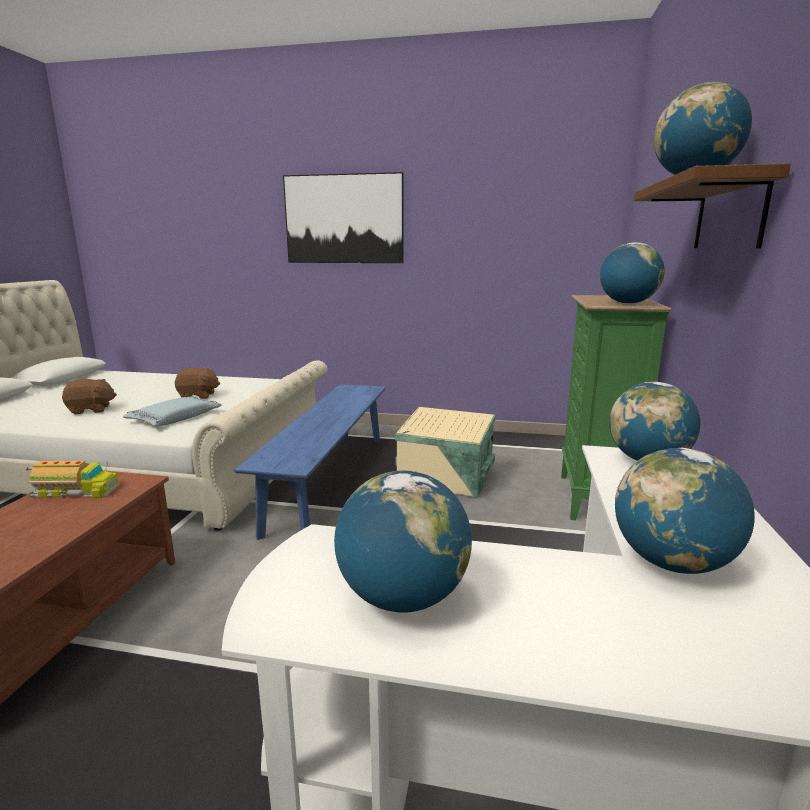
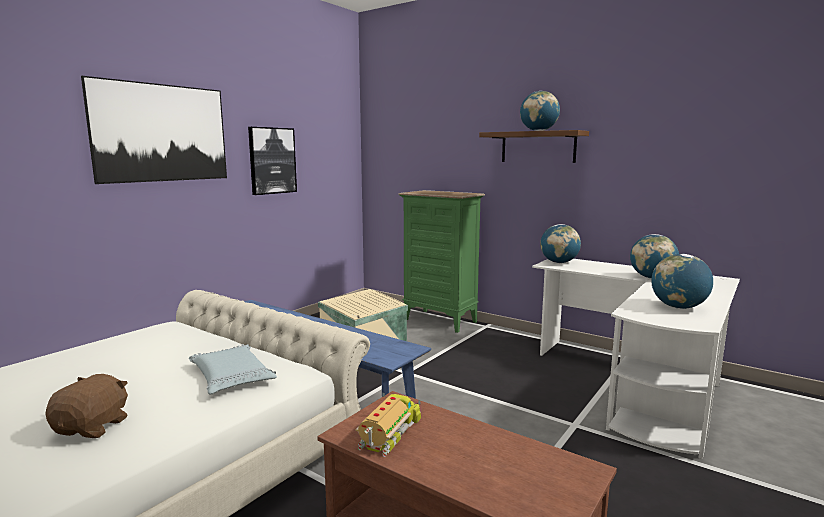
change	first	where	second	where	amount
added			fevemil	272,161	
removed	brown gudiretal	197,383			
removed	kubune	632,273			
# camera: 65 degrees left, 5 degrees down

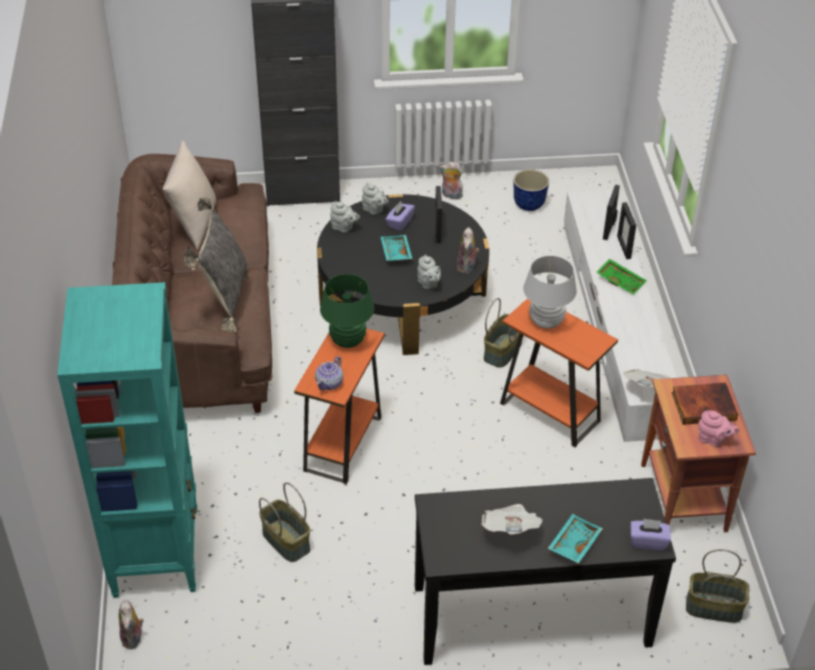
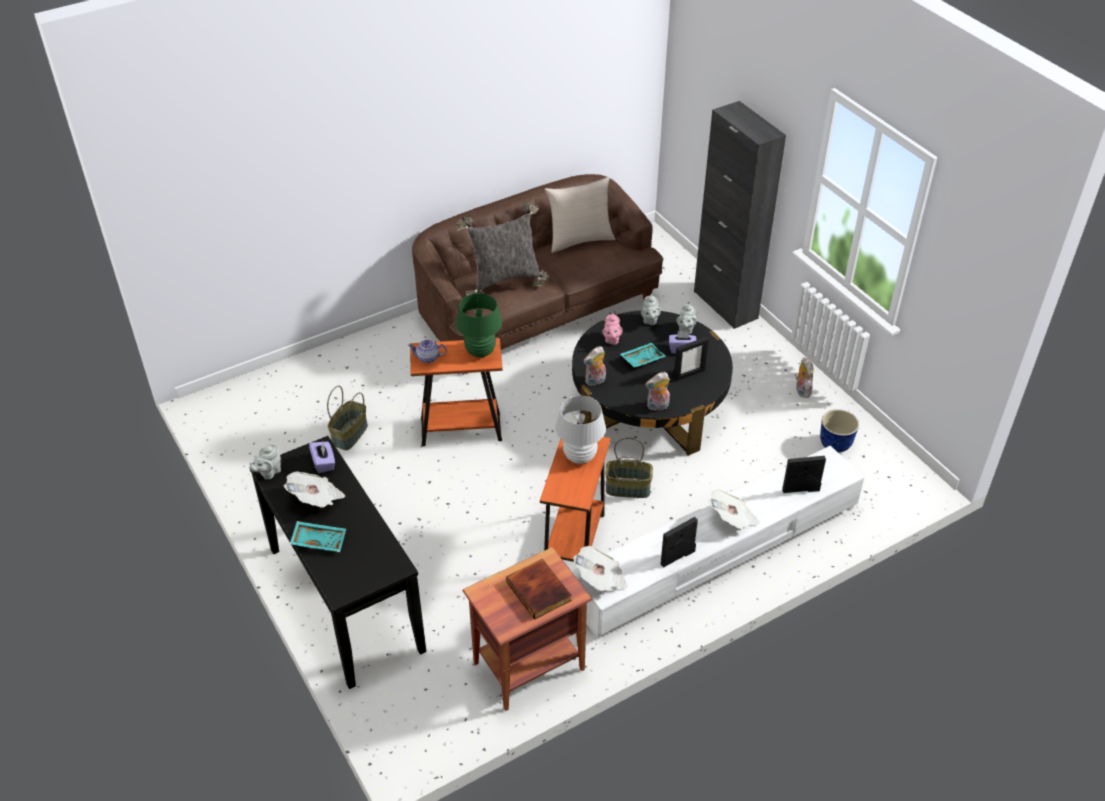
change	first	where	second	where	amount
moved	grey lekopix	429,272		265,462	
moved	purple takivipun	651,535		322,457	
moved	gudiretal	131,624		594,366	
moved	pink lekopix	718,428		612,329	
moved	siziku	626,230		679,542	
replaced	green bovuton	621,277	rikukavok	734,509	
removed	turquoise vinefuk	127,440			
removed	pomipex	717,586			
# camera: 65 degrees right, 0 degrees up

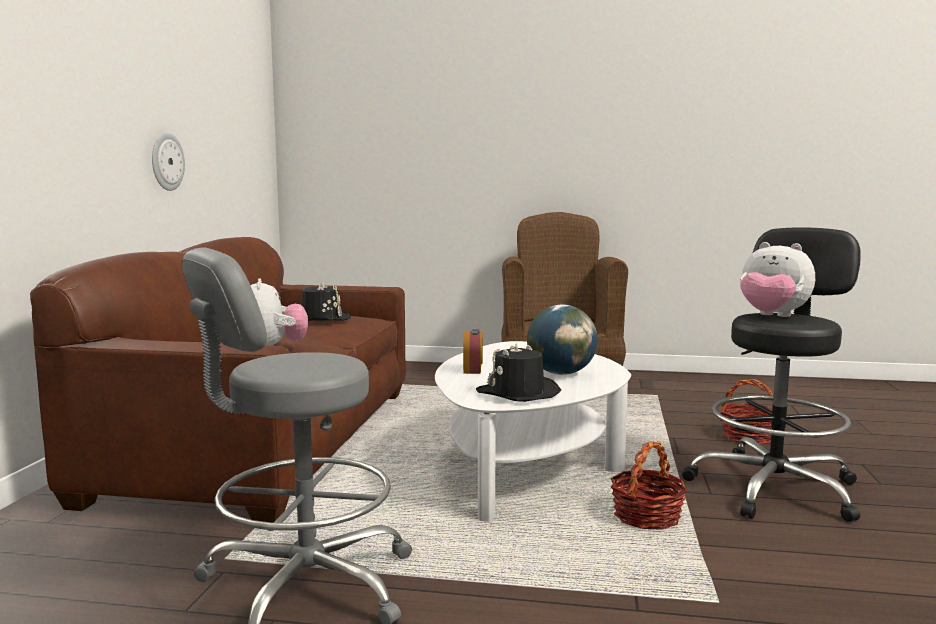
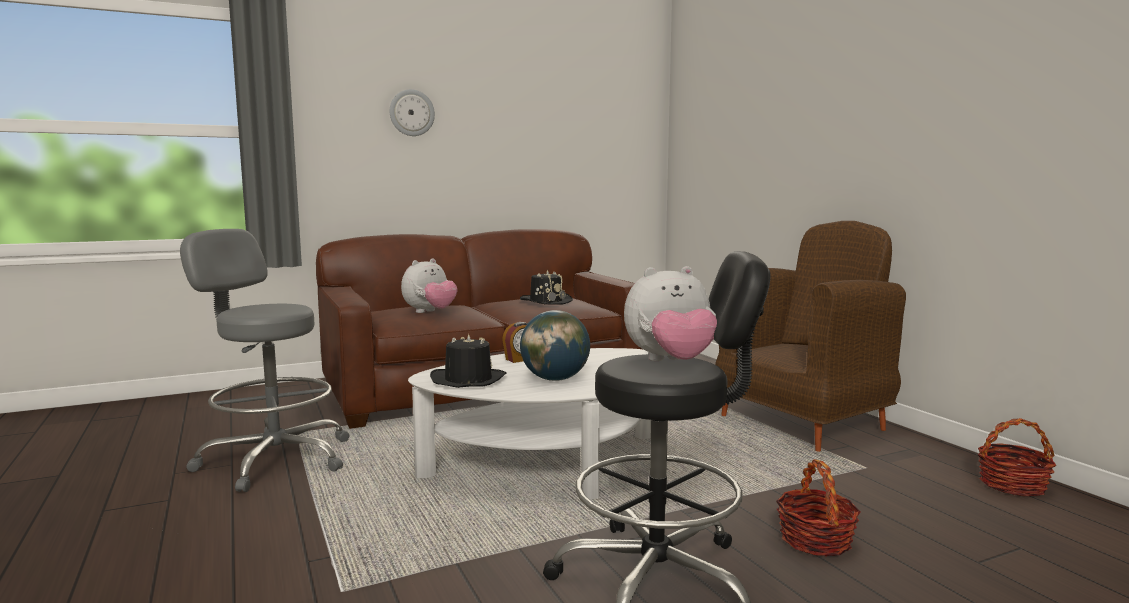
change	first	where	second	where	amount
moved	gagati	168,162		412,112	
turned	gudiretal	777,279		670,313	105 degrees counterclockwise
moved	pomipex	649,485		1017,457	
# camera: 55 degrees right, 0 degrees up

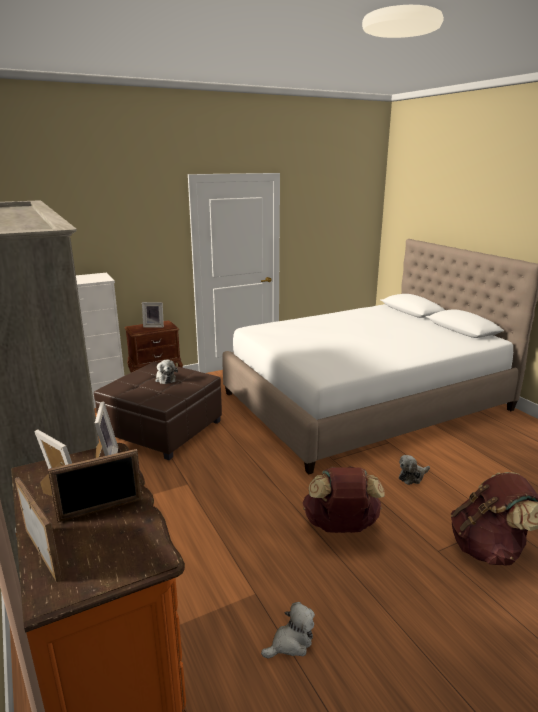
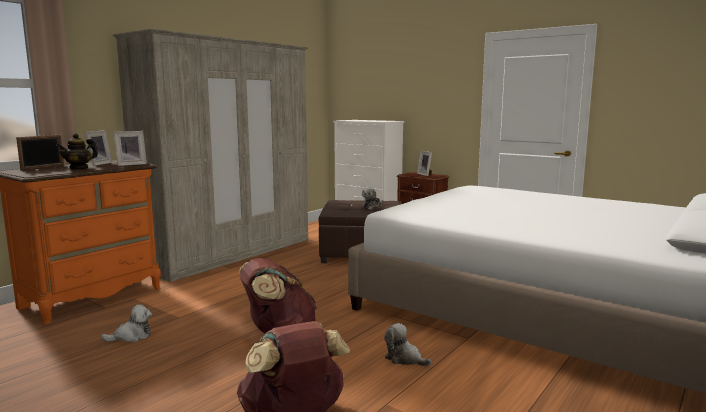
change	first	where	second	where	amount
replaced	siziku	95,485	lekopix	77,151	
turned	gudiretal	288,630		126,323	60 degrees counterclockwise
# camera: 65 degrees right, 10 degrees down

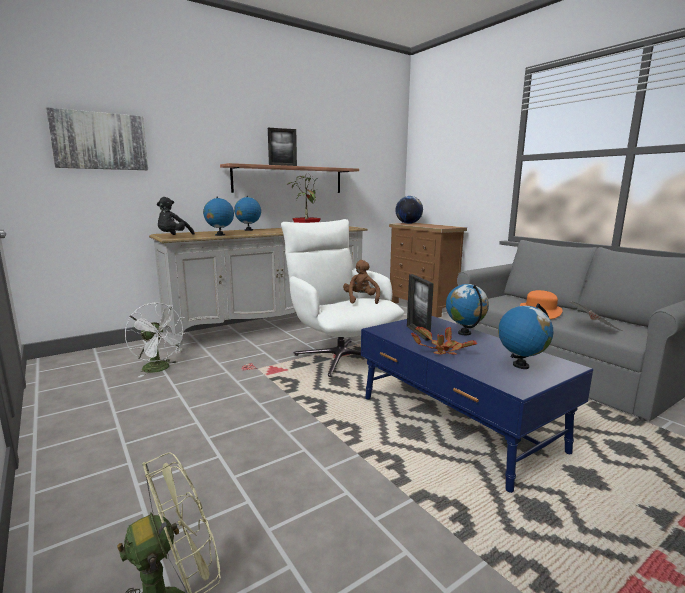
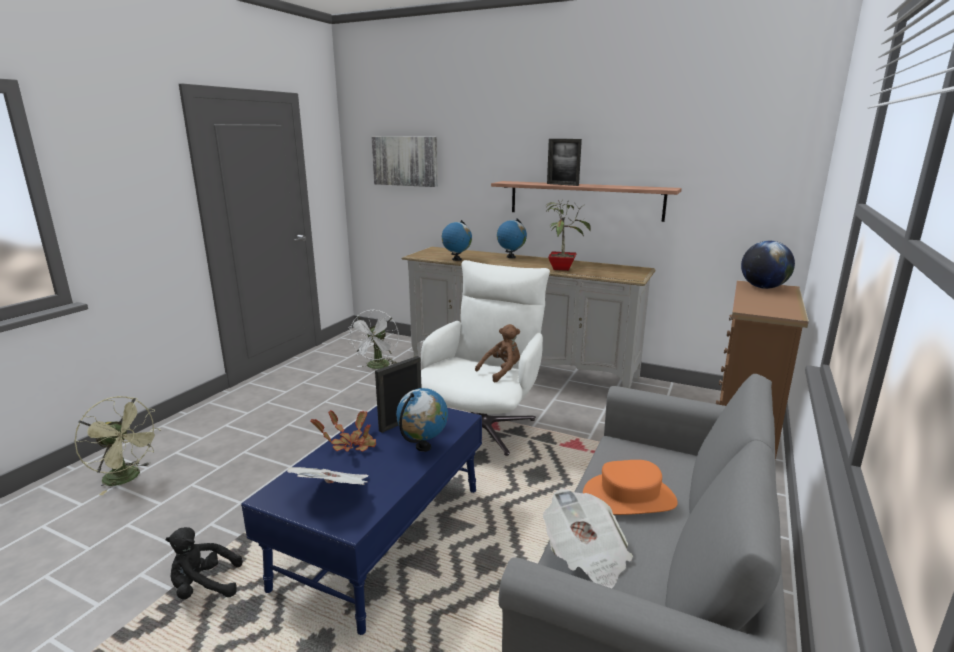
change	first	where	second	where	amount
moved	black gudiretal	176,216		204,563	
replaced	kubune	526,336	rikukavok	328,476	
# camera: 60 degrees right, 5 degrees up

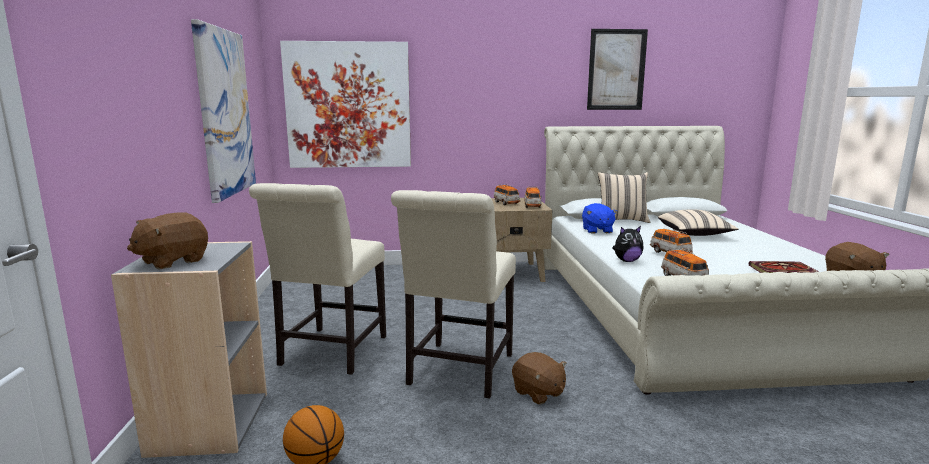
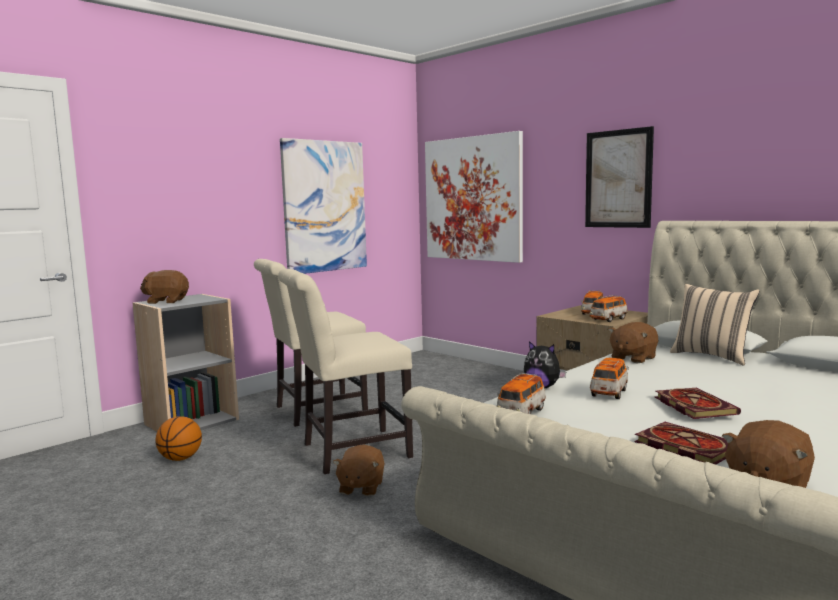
change	first	where	second	where	amount
moved	fevemil	617,69		619,177	
recoloured	blue gudiretal	600,218	brown gudiretal	633,343	
added			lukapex	698,403	
removed	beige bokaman	698,223			
# camera: 50 degrees right, 5 degrees down

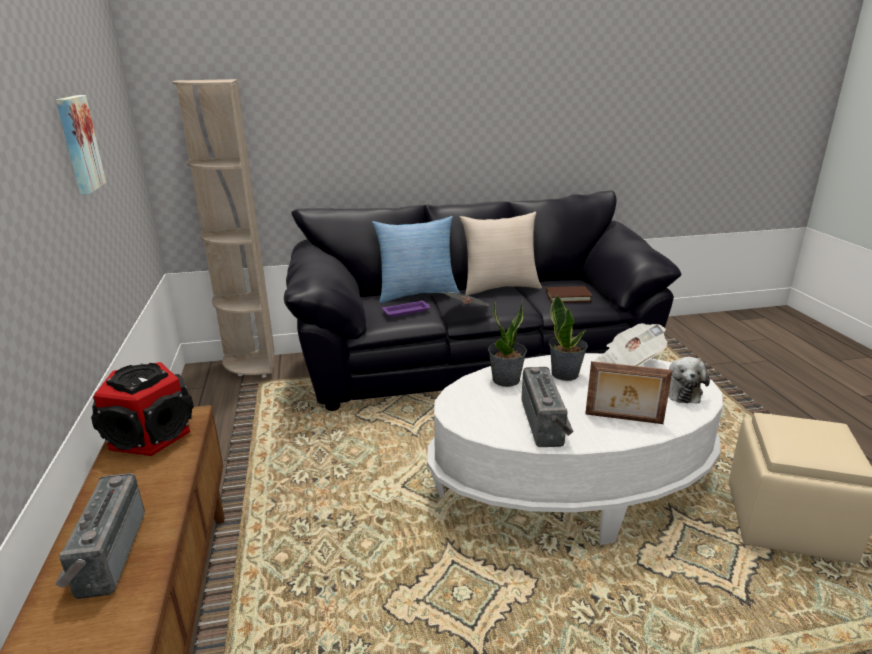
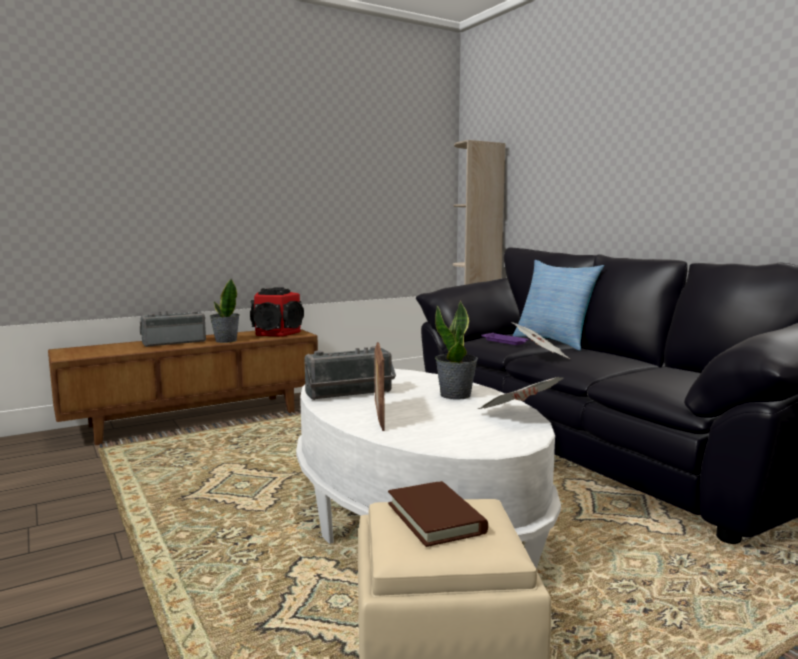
change	first	where	second	where	amount
moved	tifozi	507,343		225,311	
moved	brown lukapex	569,294		438,514	
removed	fevemil	81,145			
removed	beige bokaman	501,253			
removed	gudiretal	689,380			
# camera: 70 degrees right, 15 degrees down

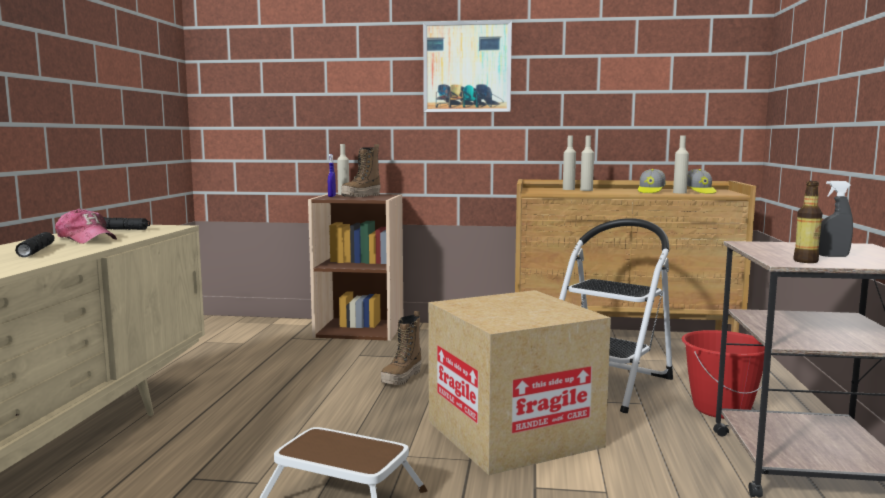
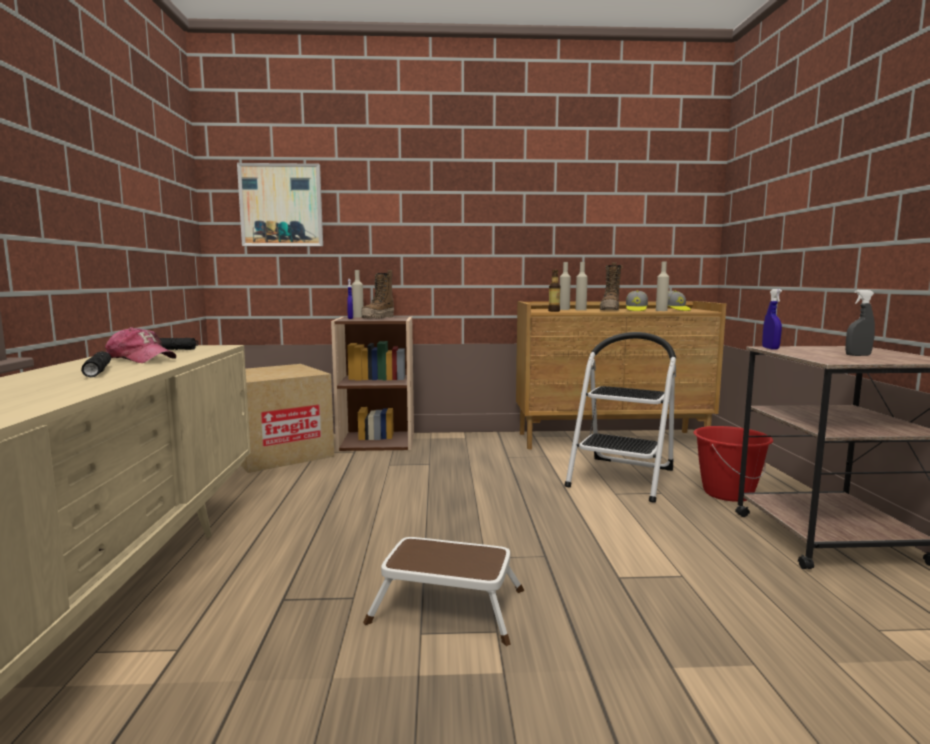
change	first	where	second	where	amount
moved	fevemil	467,66		280,204	
moved	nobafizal	519,382		287,418	
moved	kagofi	807,222		554,291	
moved	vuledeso	401,348		611,286	
added			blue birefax	772,319	
# camera: 10 degrees left, 0 degrees up

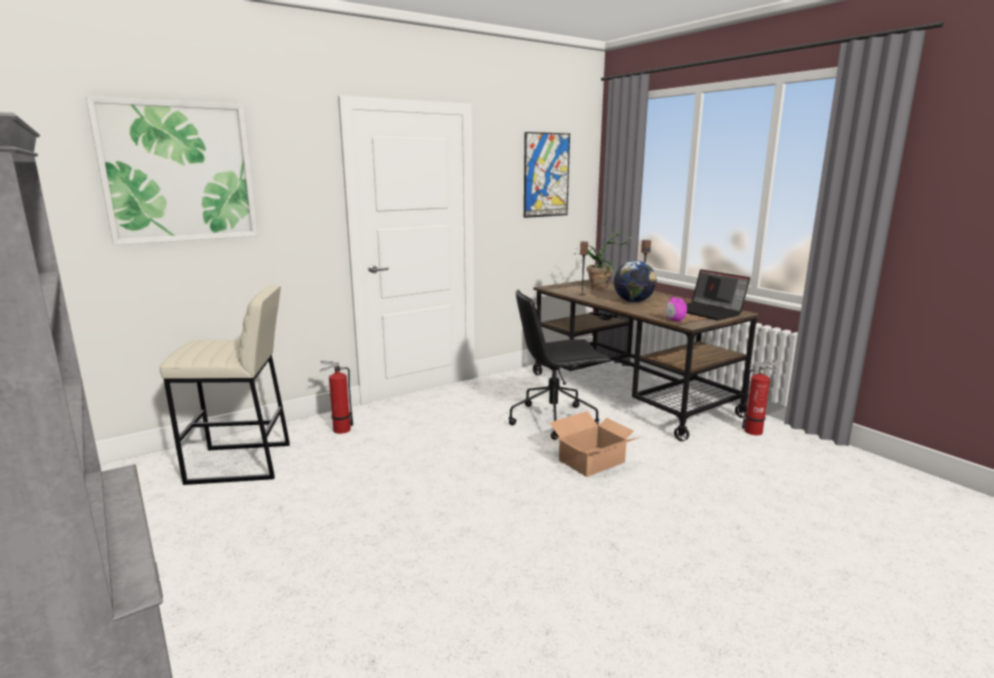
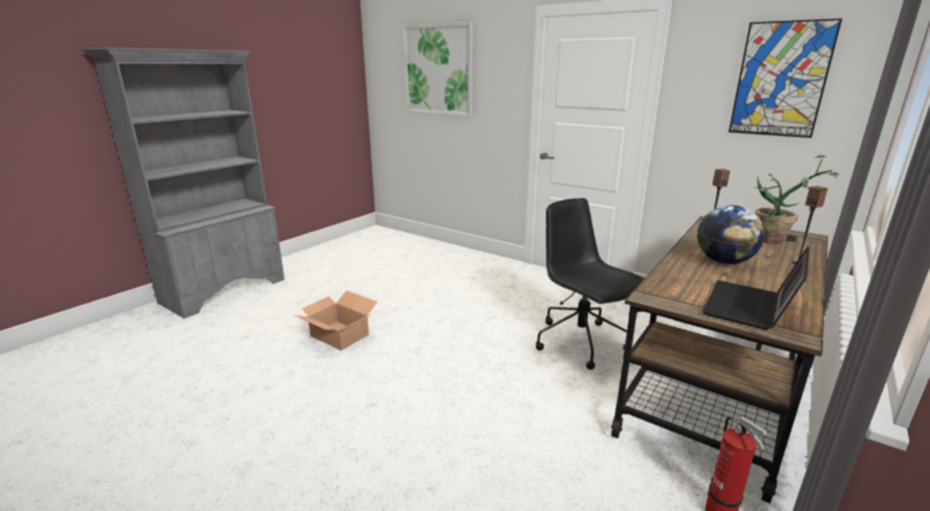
change	first	where	second	where	amount
moved	nobafizal	594,444		335,320	
removed	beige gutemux	225,384			
removed	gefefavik	336,397			
removed	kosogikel	676,309			
# camera: 70 degrees right, 5 degrees up

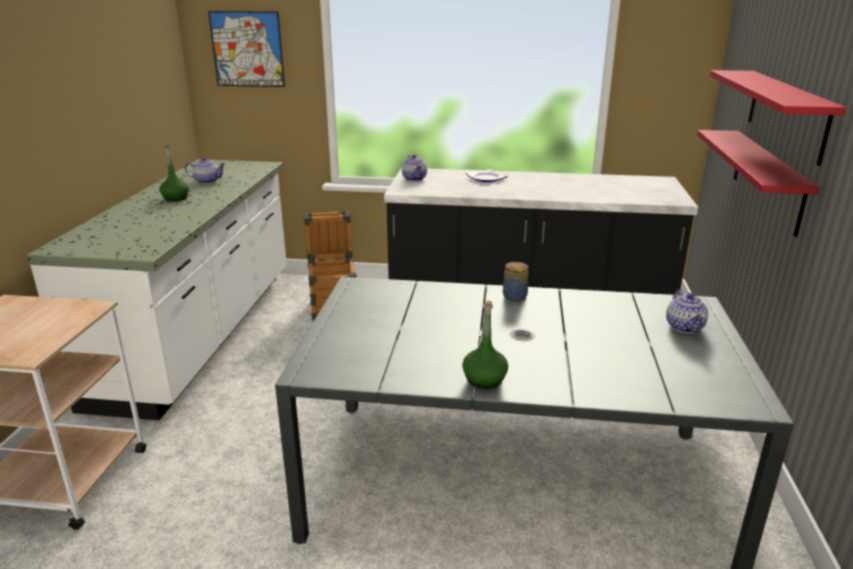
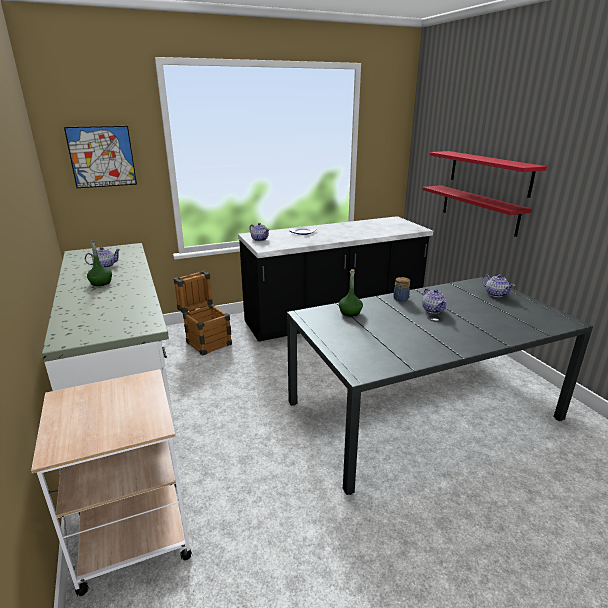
change	first	where	second	where	amount
moved	green kagofi	485,345		351,293	
added			lekopix	434,301	
# camera: 30 degrees left, 0 degrees up

